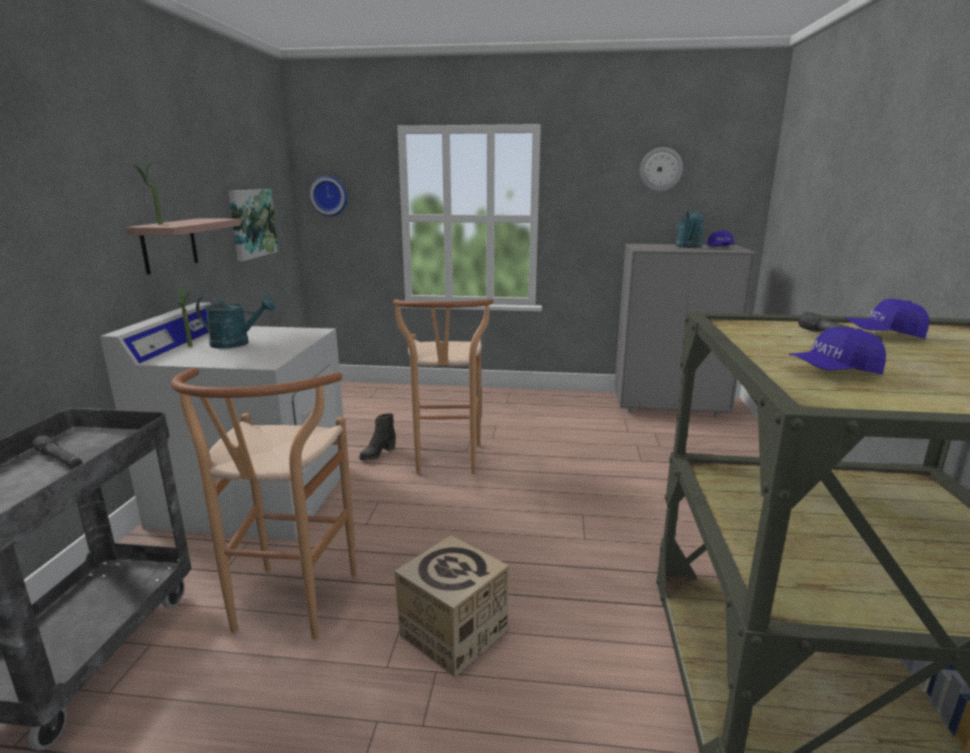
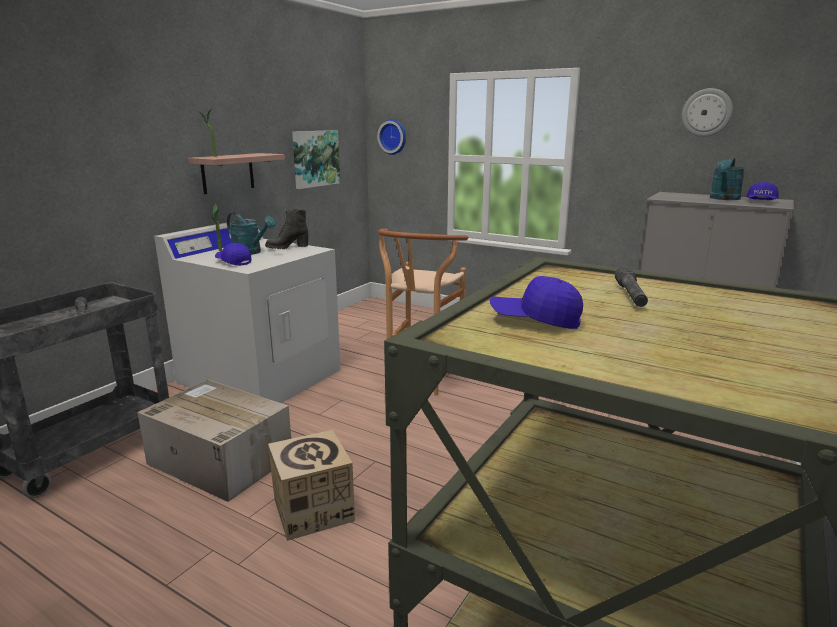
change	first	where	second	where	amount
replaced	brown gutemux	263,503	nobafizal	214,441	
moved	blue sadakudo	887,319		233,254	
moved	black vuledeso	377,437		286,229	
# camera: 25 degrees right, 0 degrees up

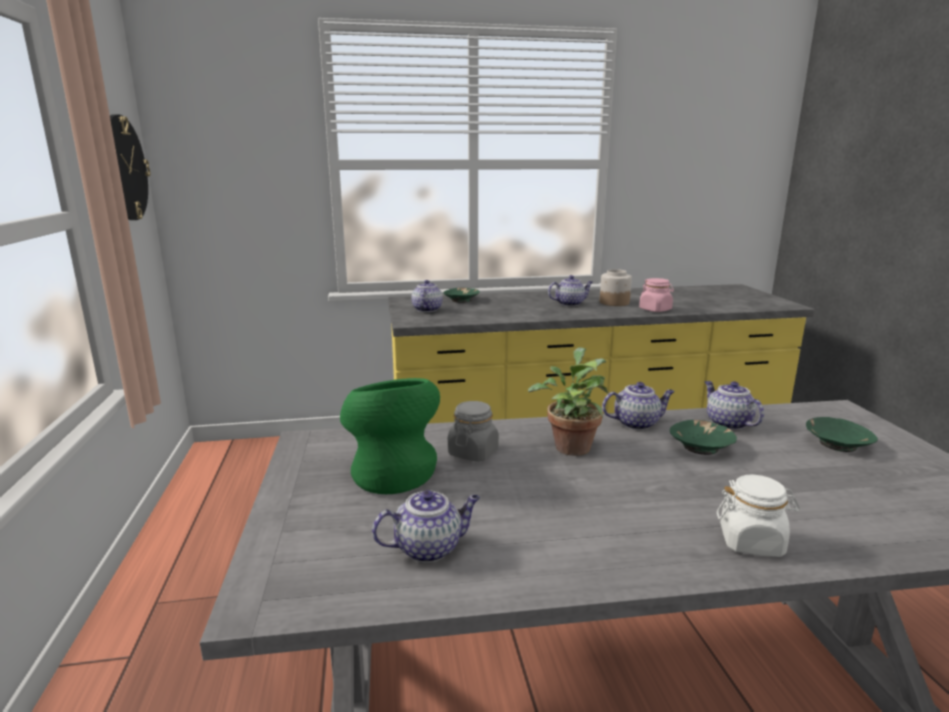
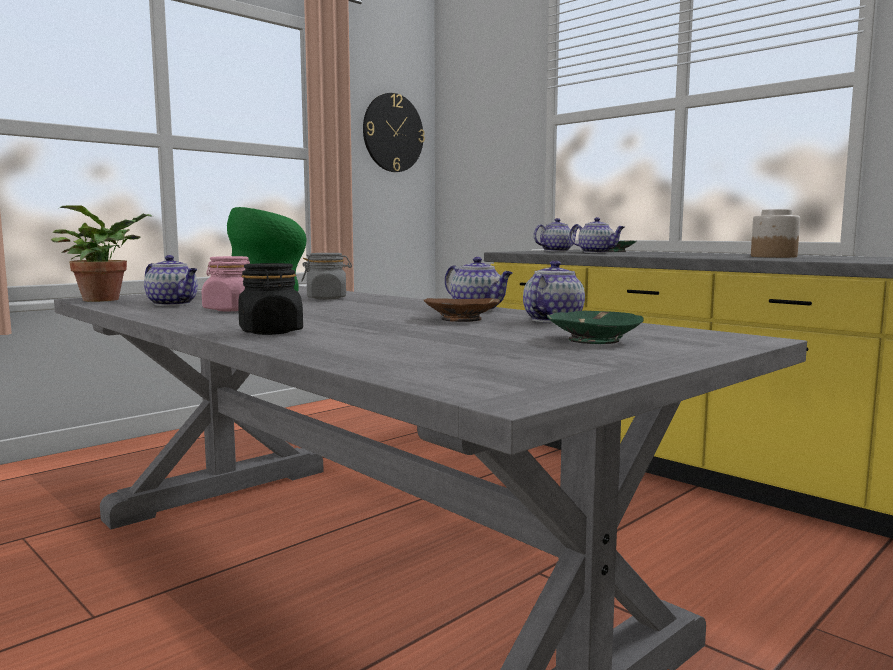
change	first	where	second	where	amount
moved	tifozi	568,401		102,253	
moved	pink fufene	656,295		225,283	
recoloured	white fufene	758,516	black fufene	270,299	
recoloured	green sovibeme	703,437	brown sovibeme	462,310	
moved	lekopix	570,290		597,235	
# camera: 55 degrees right, 10 degrees down

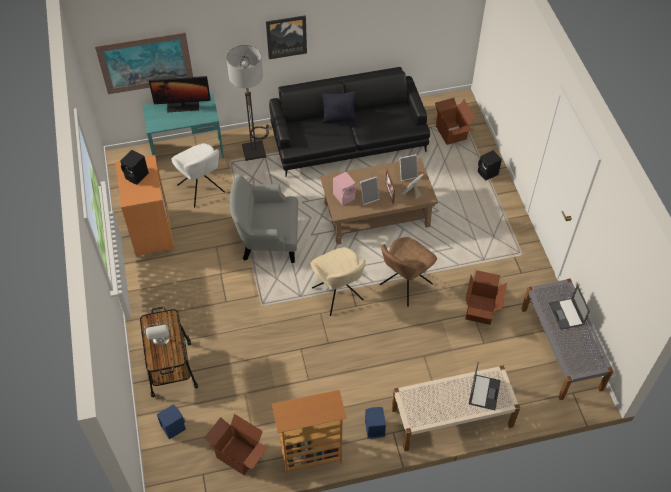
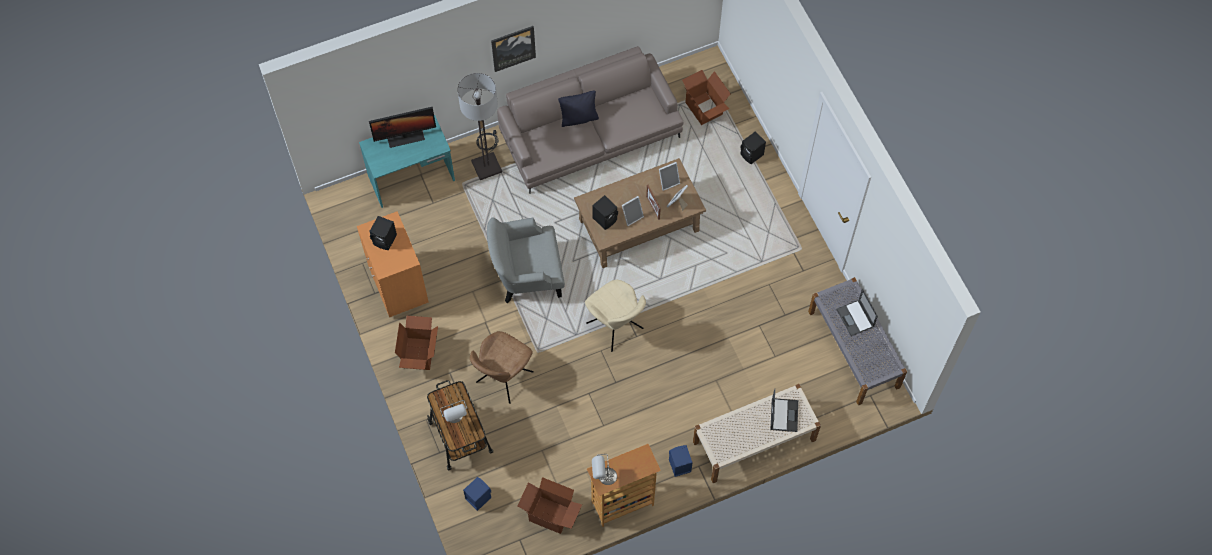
change	first	where	second	where	amount
moved	nobafizal	486,297		416,343	
moved	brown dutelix	408,272		502,367	
recoloured	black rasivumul	349,122	beige rasivumul	590,120	
recoloured	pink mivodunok	344,188	black mivodunok	605,212	
added			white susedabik	604,469	
removed	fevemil	144,63			
removed	white dutelix	198,175			
# camera: 10 degrees left, 10 degrees up

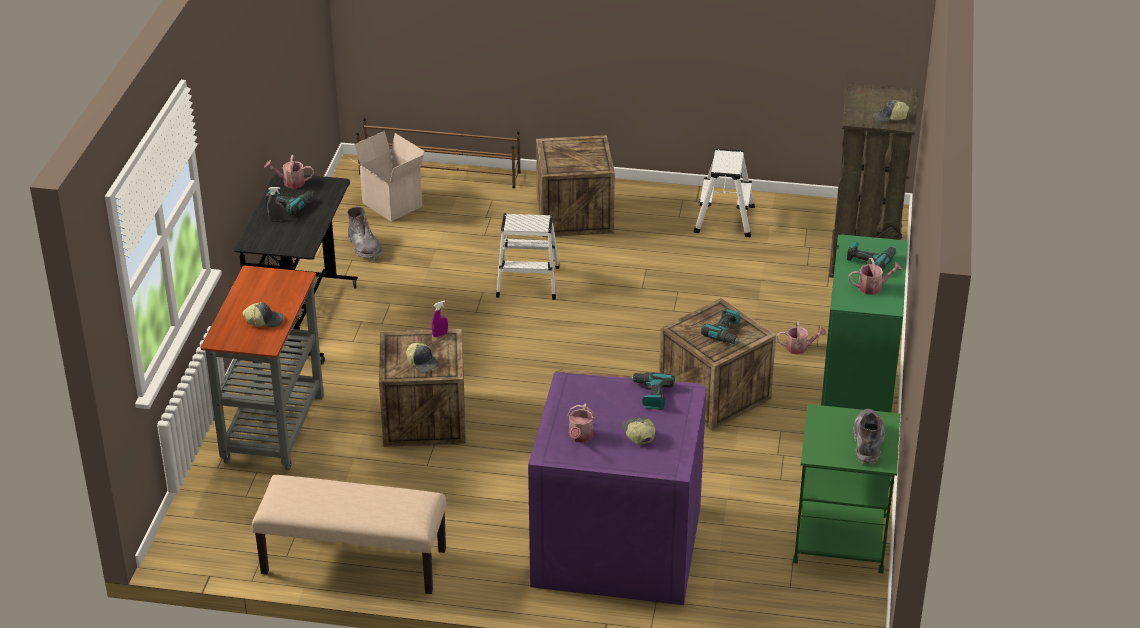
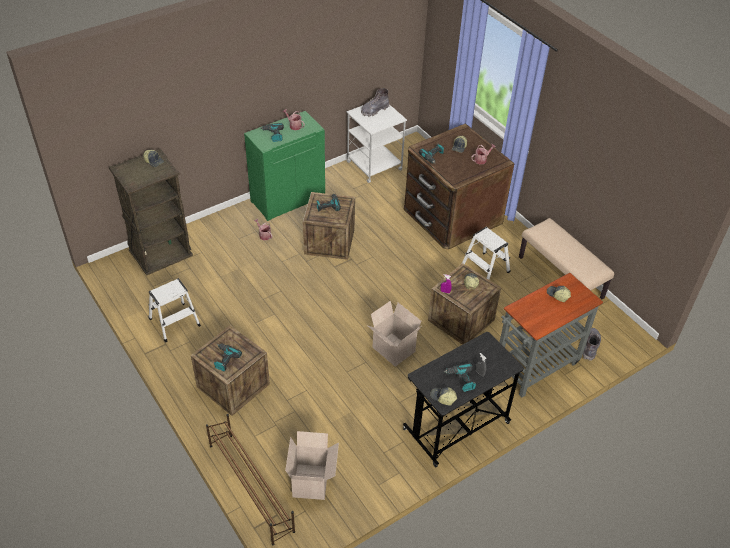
change	first	where	second	where	amount
added			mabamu	228,357	
recoloured	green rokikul	846,488	white rokikul	376,144	
added			nobafizal	394,333	
recoloured	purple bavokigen	617,487	brown bavokigen	459,186	
replaced	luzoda	289,172	sadakudo	443,396	
moved	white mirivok	528,256		486,253	
moved	grey vuledeso	365,233		592,344	
# camera: 135 degrees left, 10 degrees up

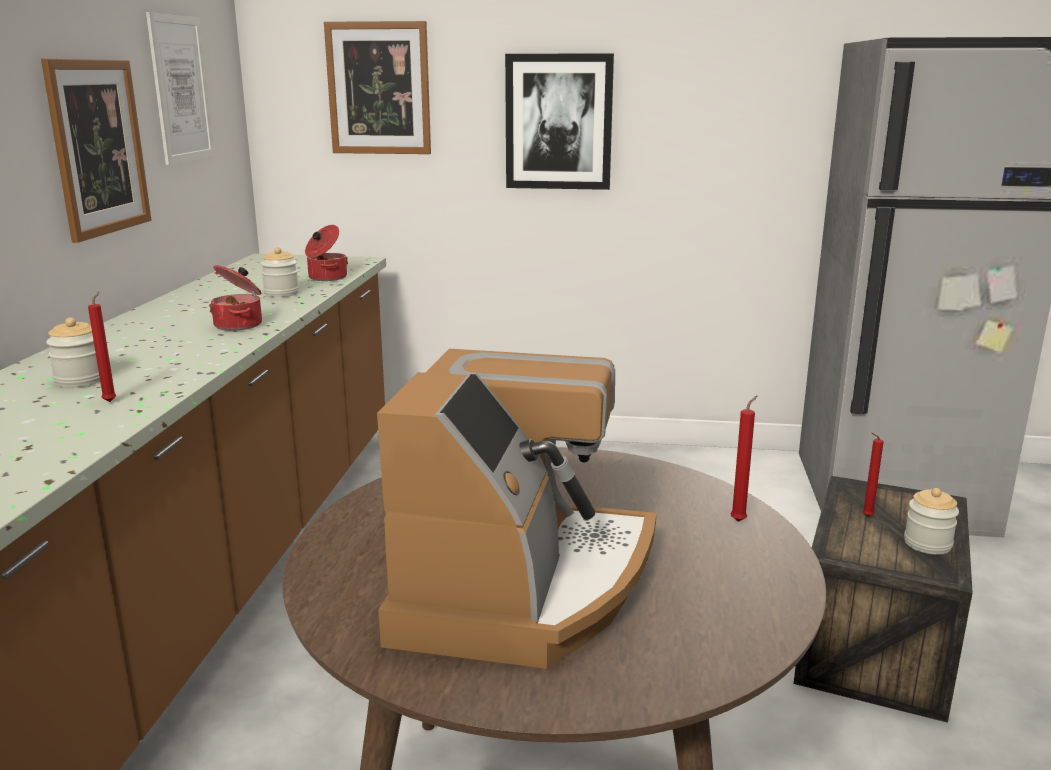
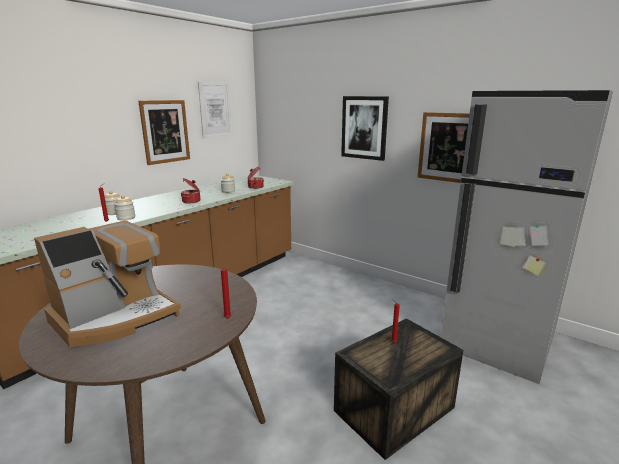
change	first	where	second	where	amount
moved	fufene	931,521		124,207	
moved	fevemil	377,87		443,147	
# camera: 30 degrees right, 0 degrees up

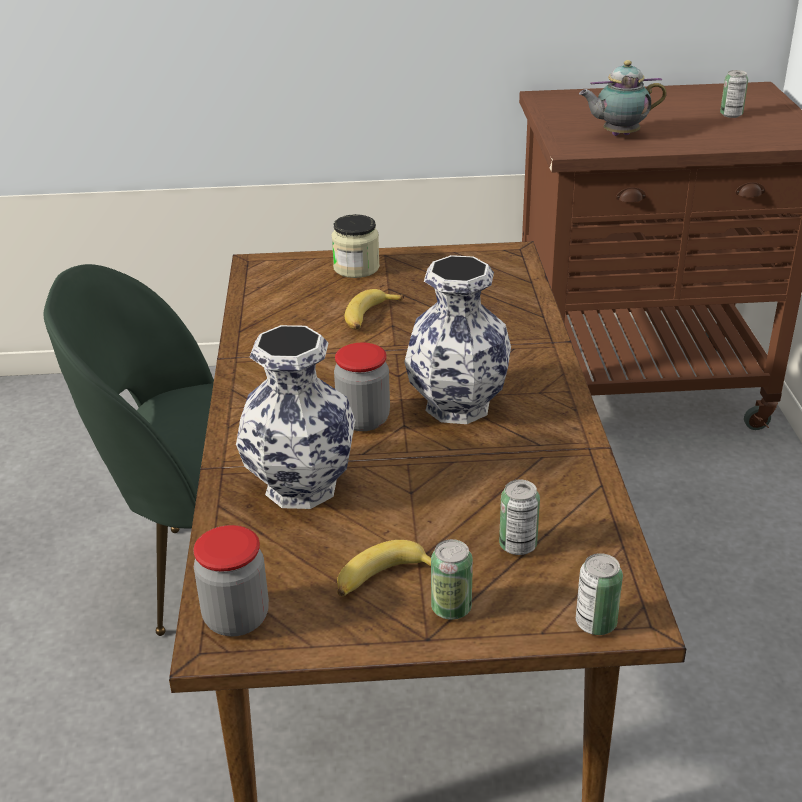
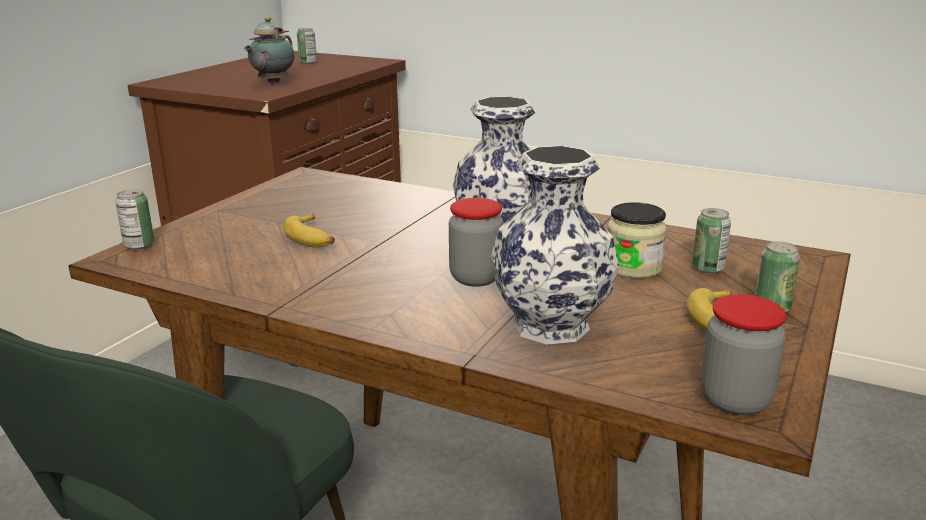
change	first	where	second	where	amount
moved	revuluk	599,594		135,219	
moved	fufene	356,246		637,240	
# camera: 60 degrees left, 10 degrees down

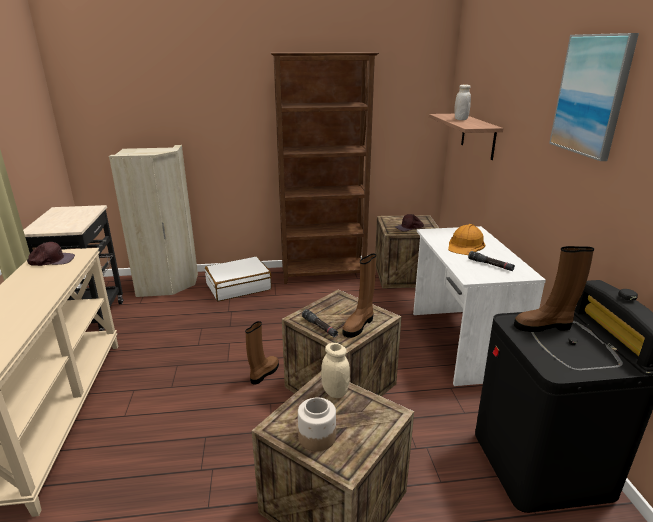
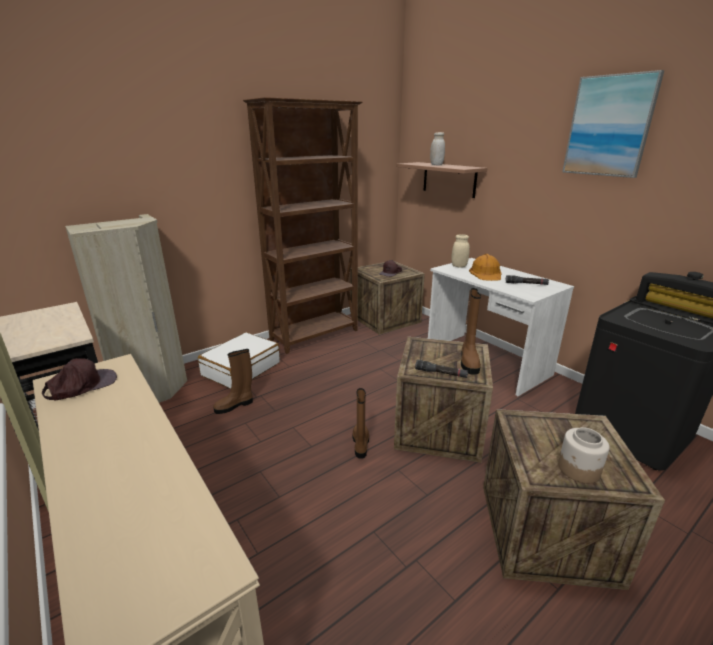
change	first	where	second	where	amount
moved	brown vuledeso	554,289		233,381	
moved	beige fufene	335,370		460,251	
# camera: 30 degrees left, 0 degrees up

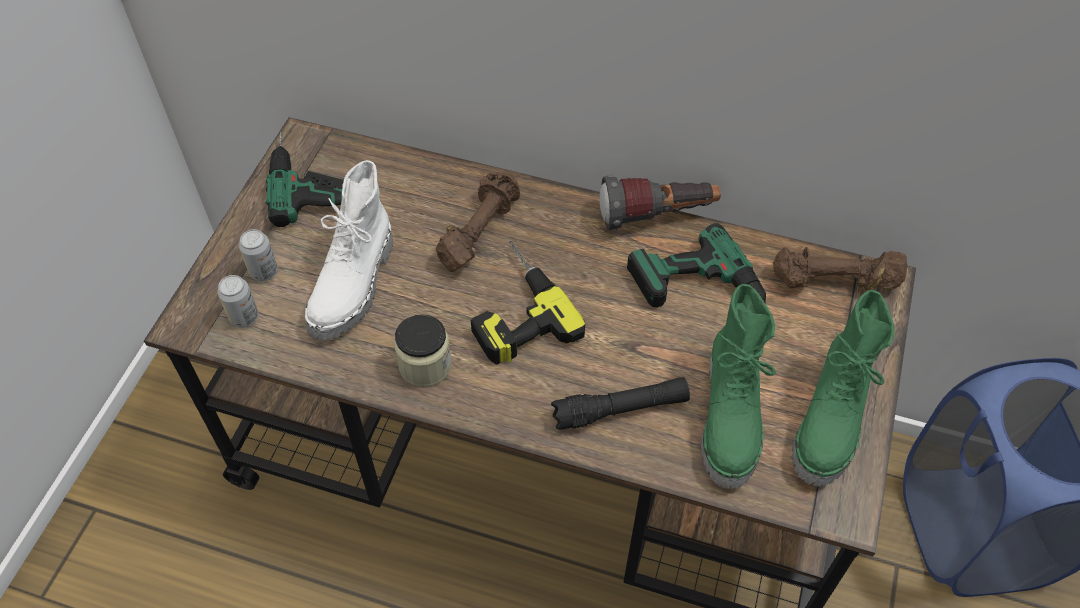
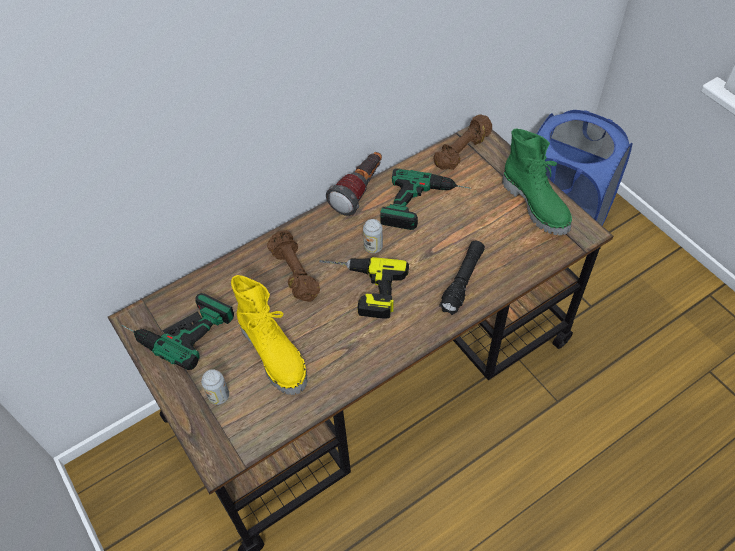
change	first	where	second	where	amount
recoloured	white vuledeso	349,250	yellow vuledeso	269,335	
moved	revuluk	237,301		373,236	
removed	fufene	423,351			
removed	green vuledeso	738,386			
# camera: 50 degrees left, 0 degrees up

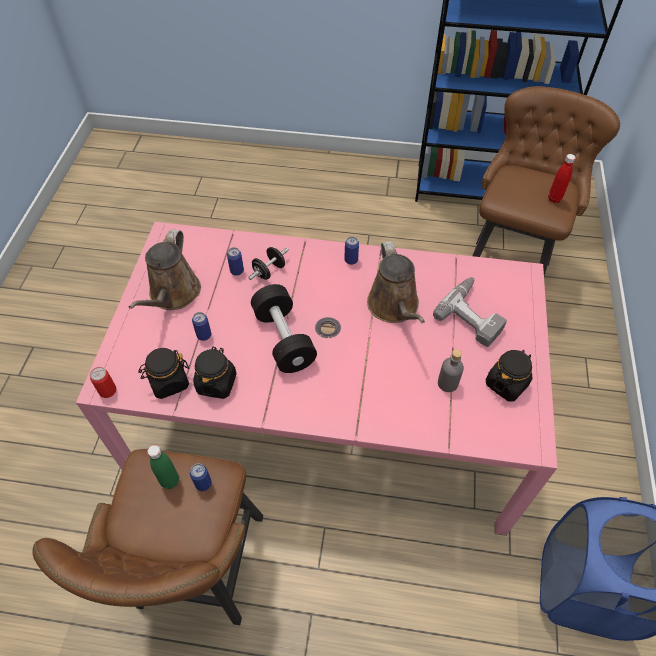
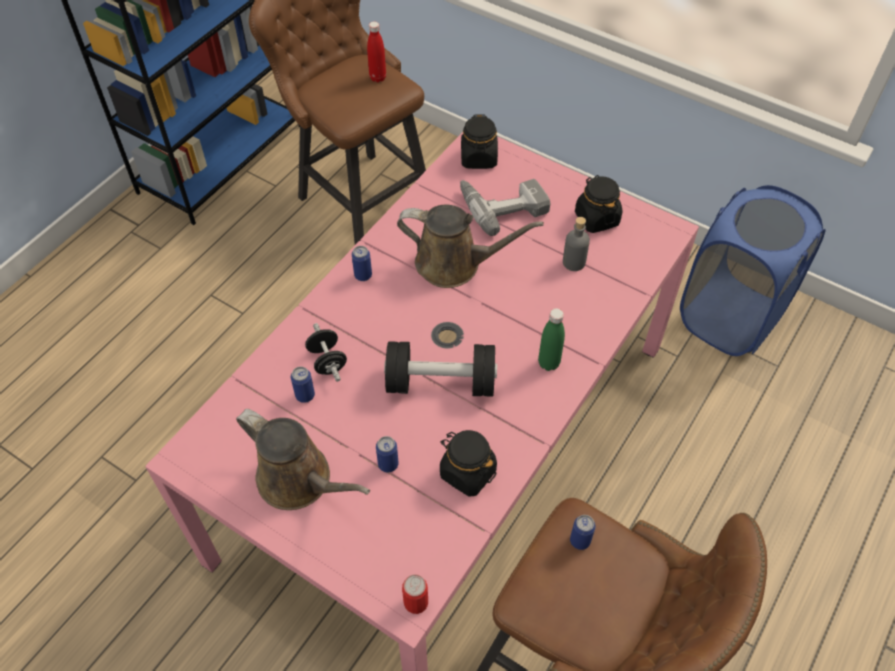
change	first	where	second	where	amount
moved	black fufene	163,373		479,141	
moved	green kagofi	163,467		551,339	
# camera: 65 degrees left, 0 degrees up

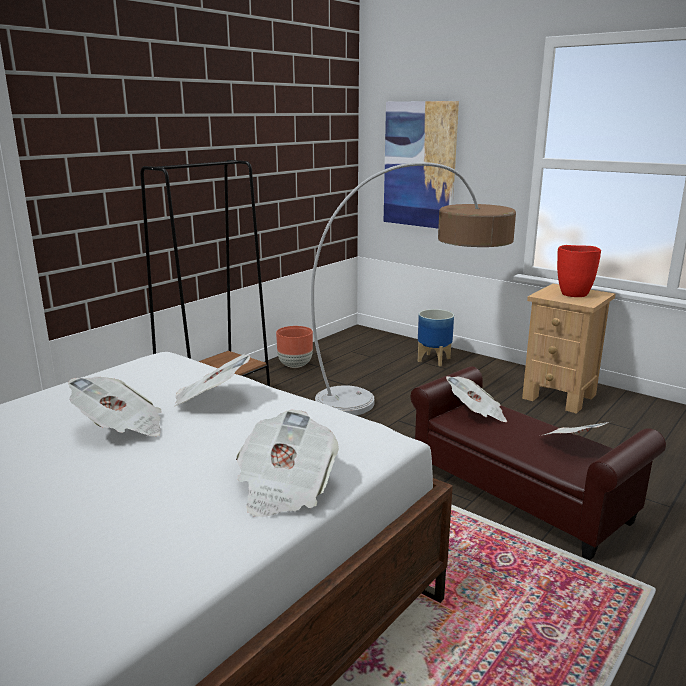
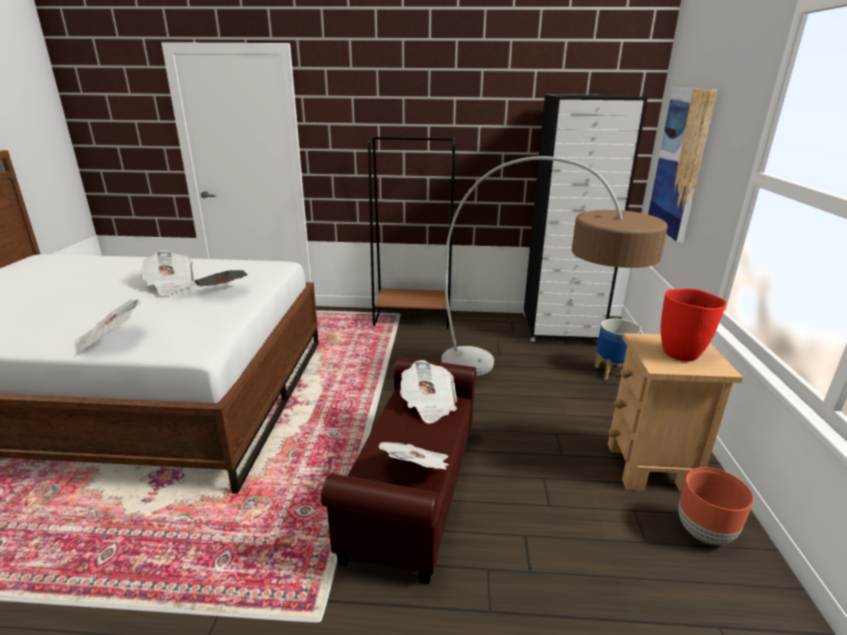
change	first	where	second	where	amount
added			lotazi	586,218	
moved	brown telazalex	294,347		716,506	
# camera: 55 degrees right, 5 degrees up

